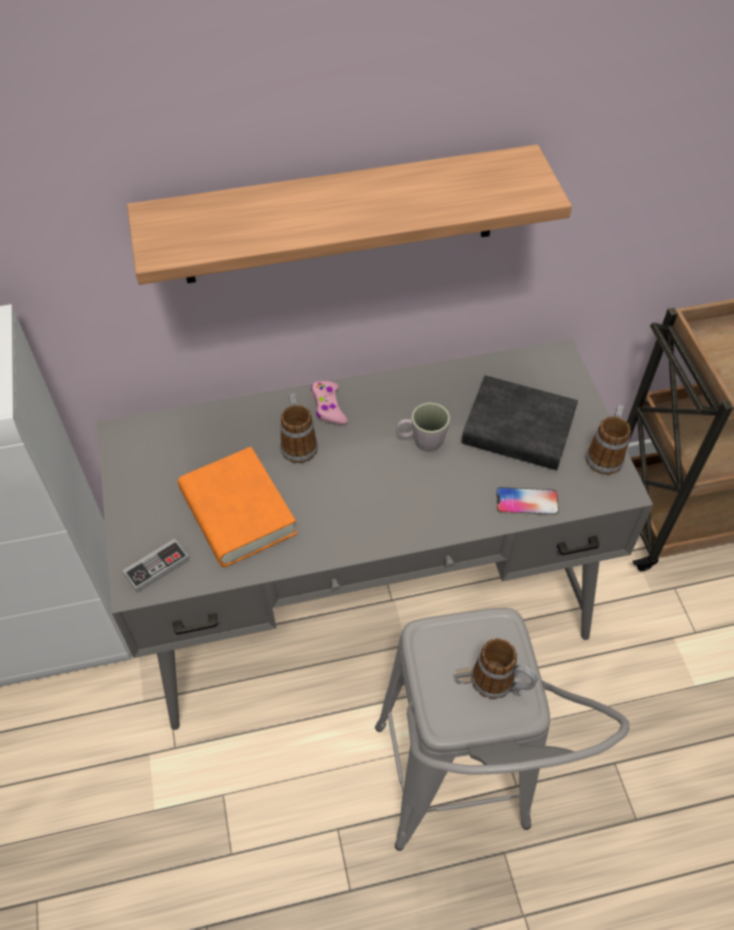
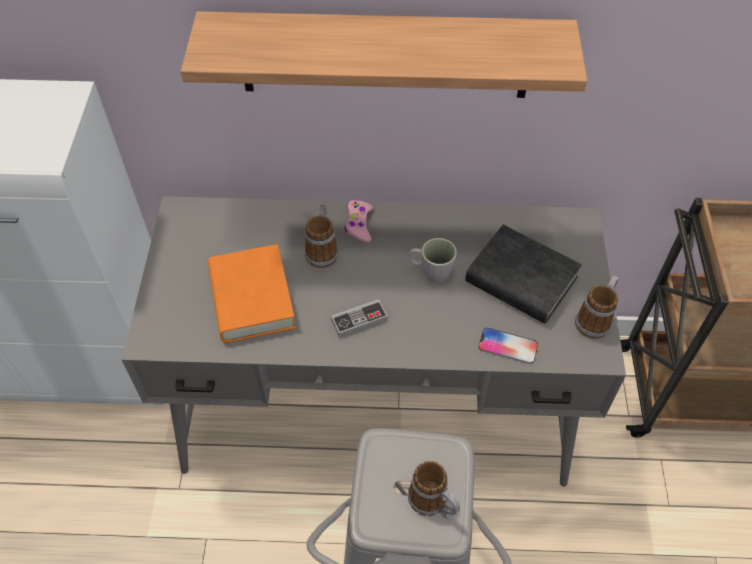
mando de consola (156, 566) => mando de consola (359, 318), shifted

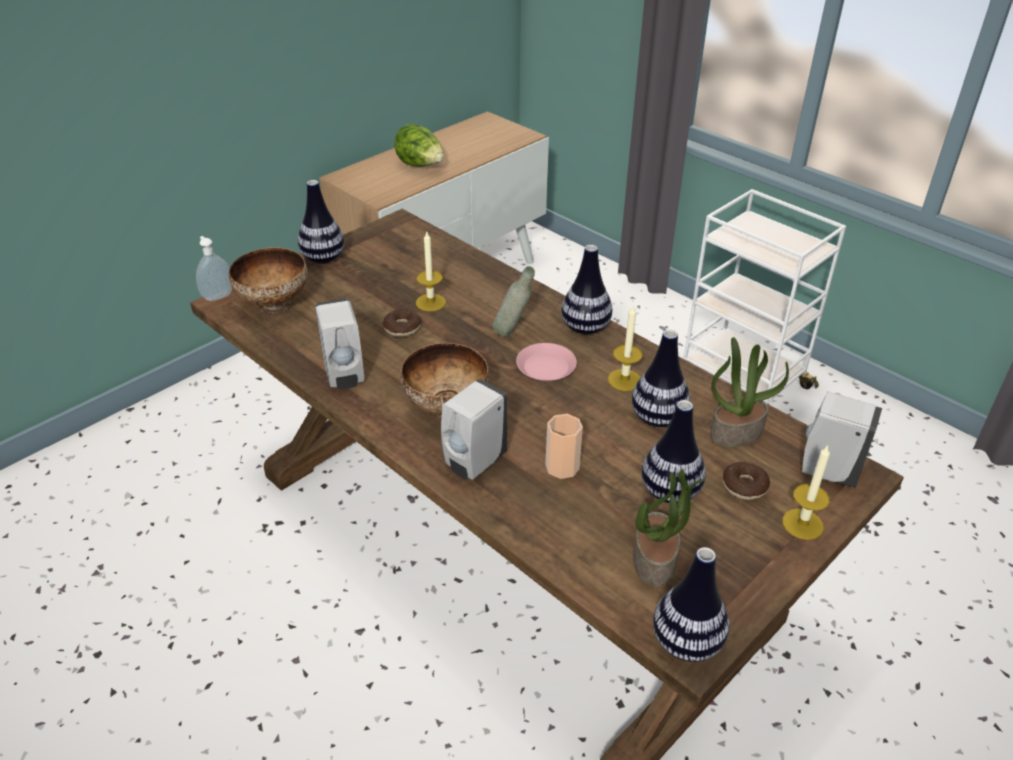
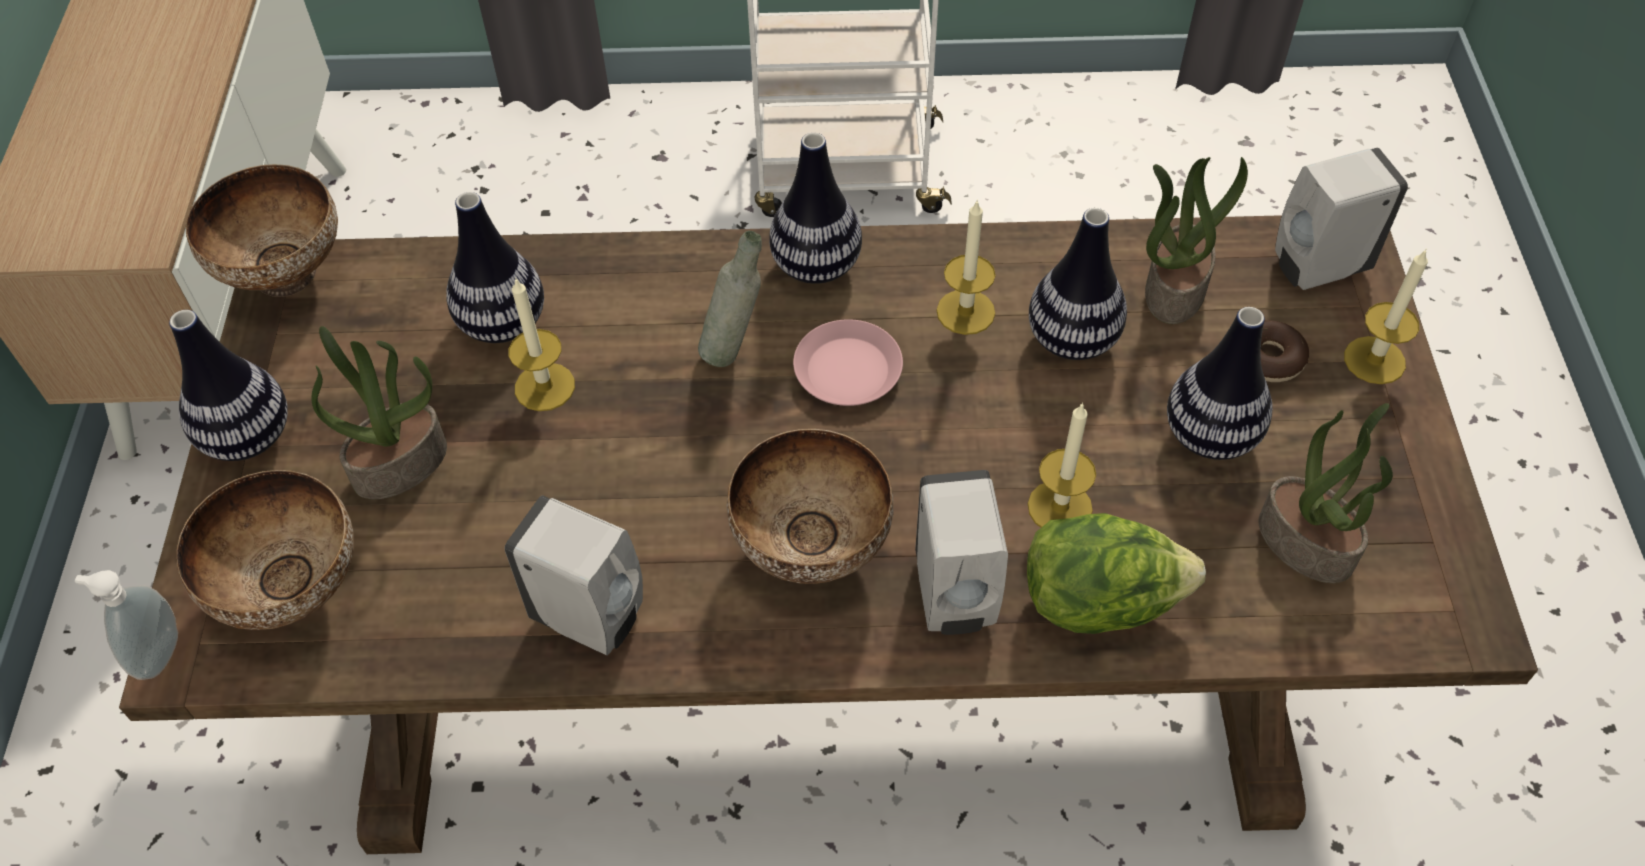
nothing => cuenco (262, 230)
nothing => planta en maceta (379, 412)
florero (691, 604) => florero (495, 267), shifted
lechuga (419, 145) => lechuga (1116, 573), shifted
taza (564, 446) => vela (1062, 465)
rosquilla (402, 323) => nothing

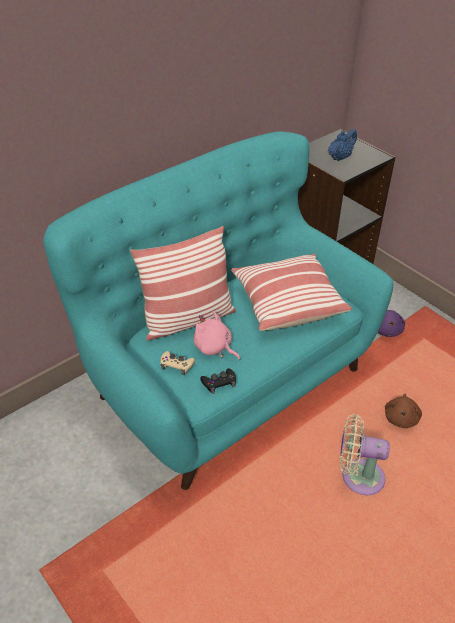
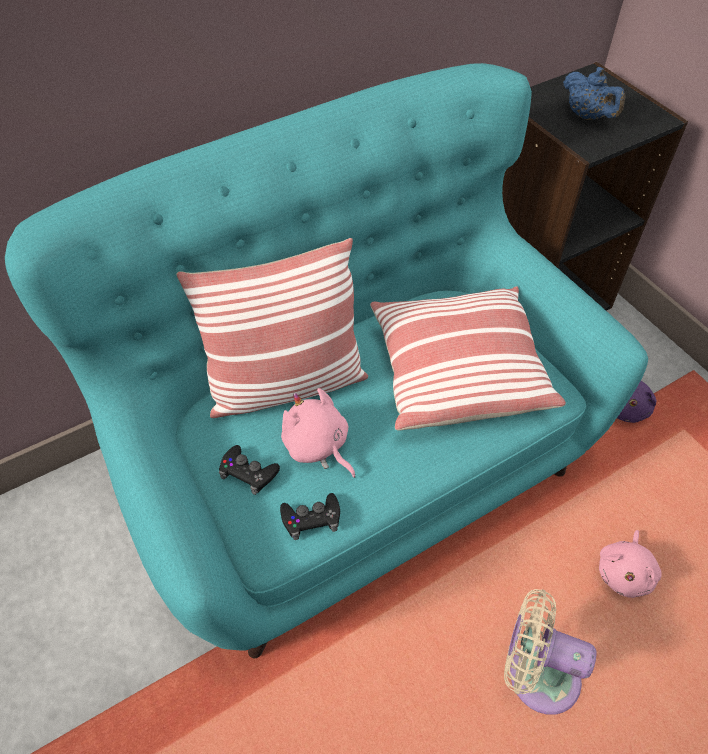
mando de consola/beis (177, 363) => mando de consola/negro (249, 470)
tetera/azul (342, 145) => tetera/azul (594, 93), 90 degrees clockwise
peluche/marrón (403, 411) => peluche/rosa (630, 564)

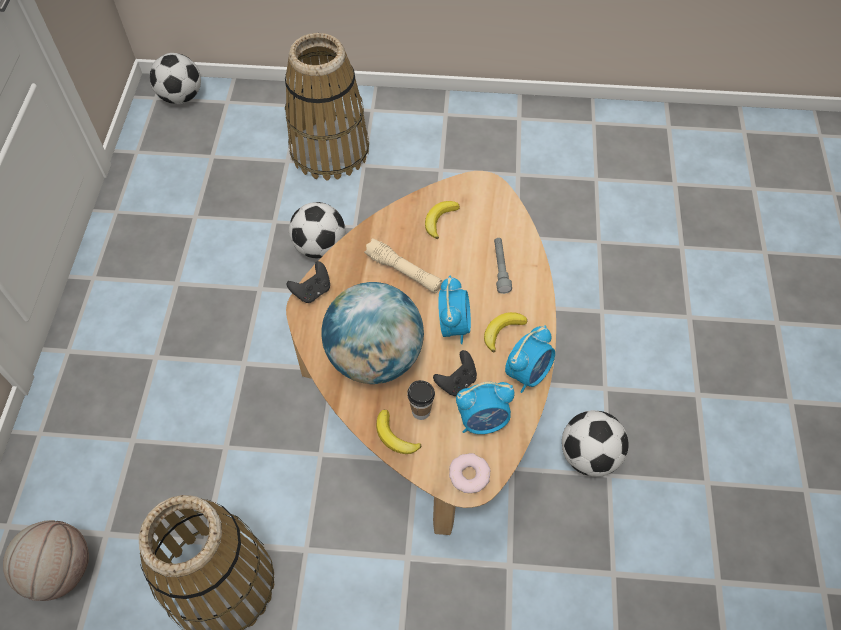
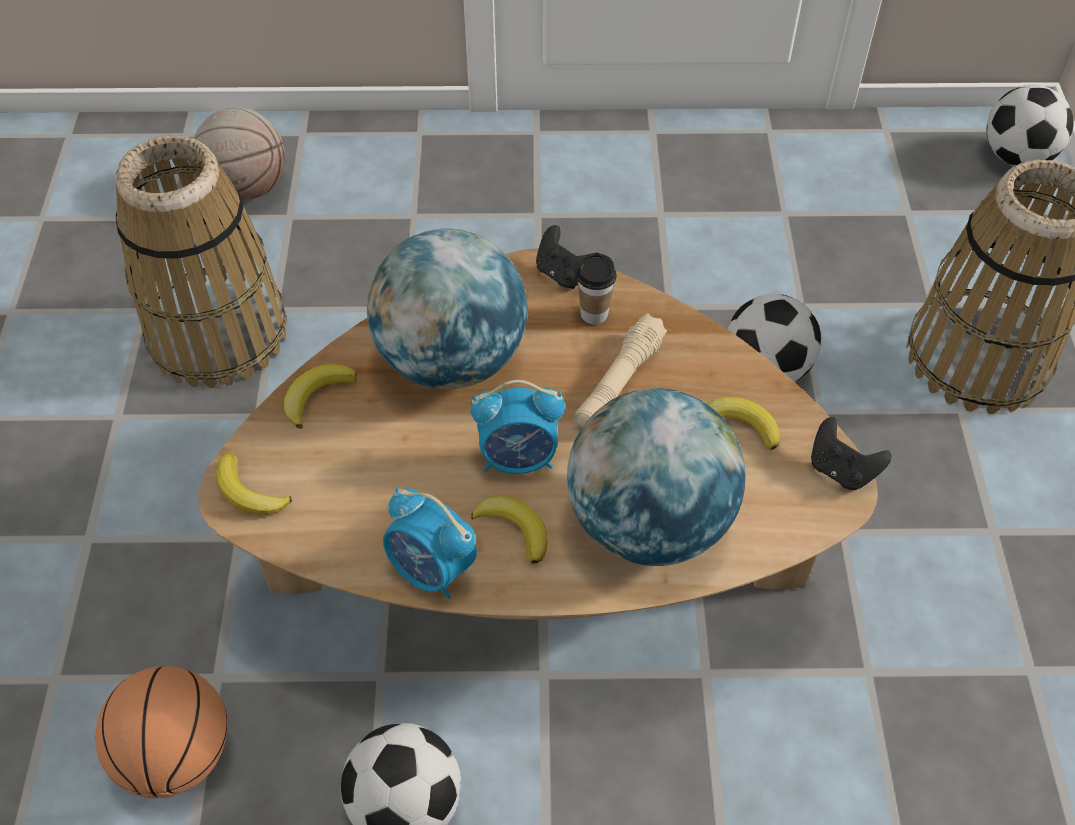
nothing => balón de baloncesto (161, 732)
rosquilla (469, 473) => plátano (254, 484)
linterna/gris (503, 266) => globo terráqueo (656, 477)
taza (421, 400) => taza (596, 288), shifted
mando de consola/negro (455, 373) => mando de consola/negro (851, 453), shifted
despertador (485, 408) => nothing

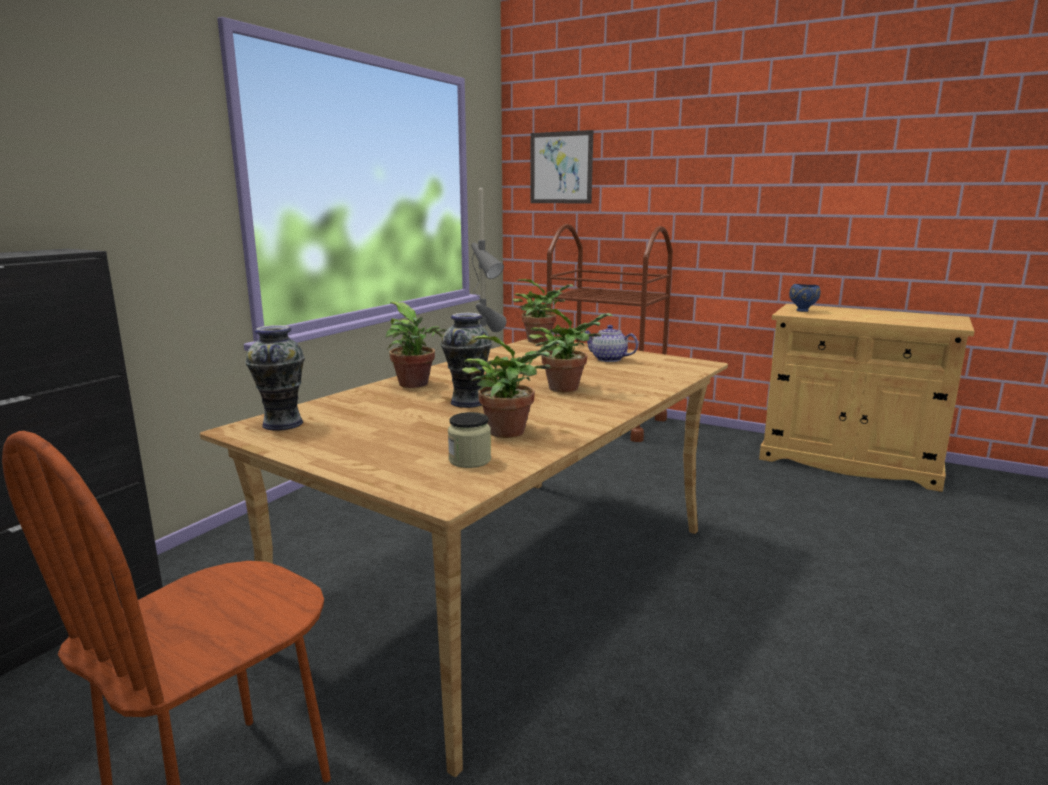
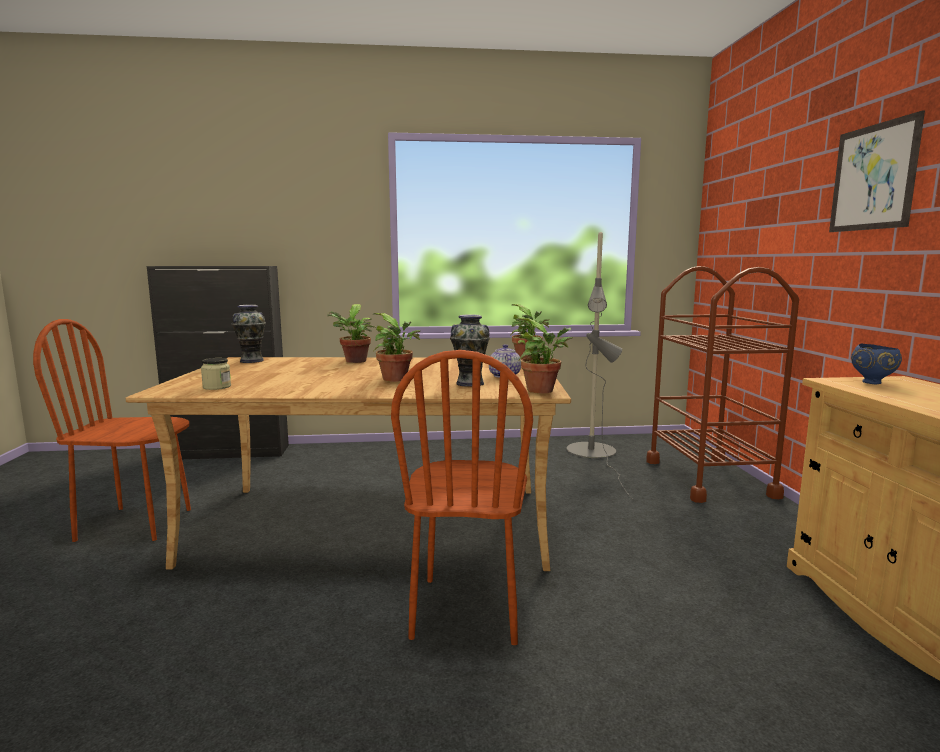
nothing => silla/marrón (462, 497)
florero (466, 360) => florero (470, 350), shifted
planta en maceta (513, 386) => planta en maceta (544, 356), shifted
cuadro (561, 167) => cuadro (877, 171), shifted

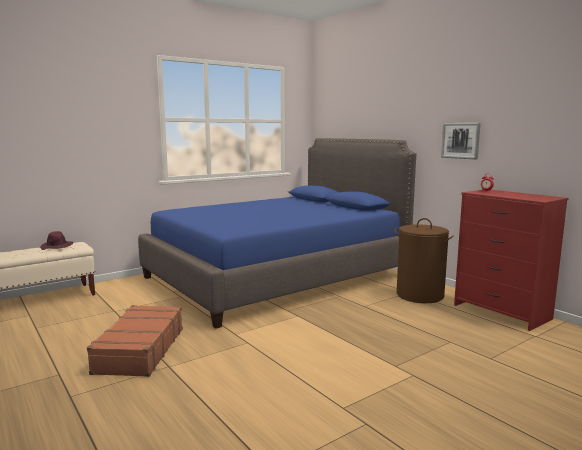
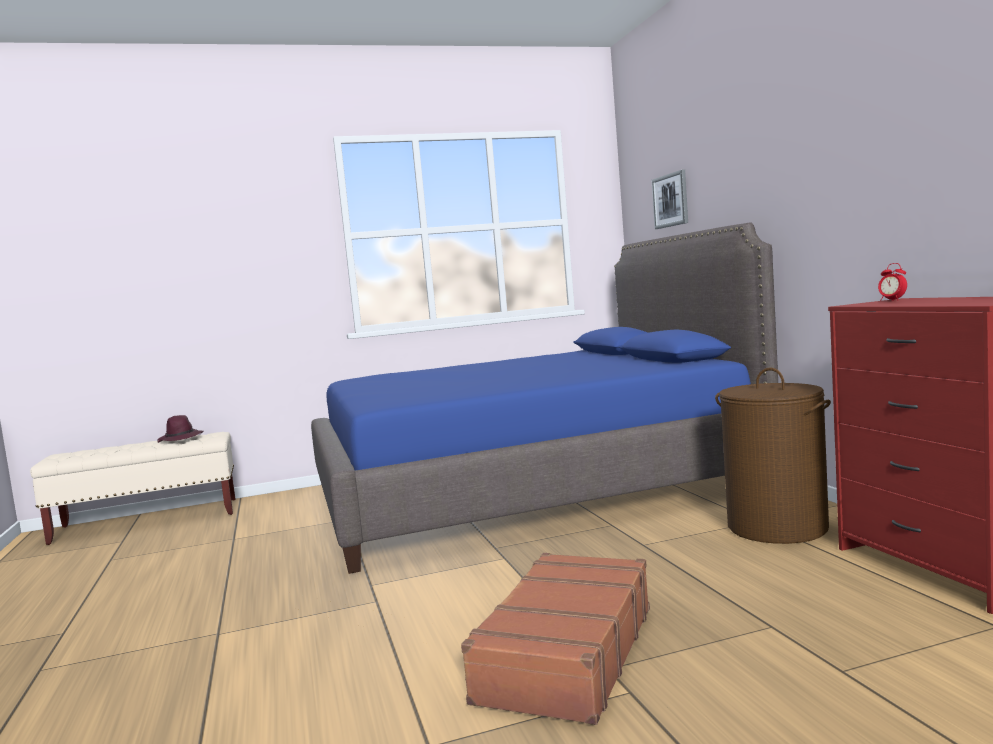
maleta/marrón (135, 341) => maleta/marrón (555, 639), shifted
cuadro (461, 141) => cuadro (670, 199), shifted

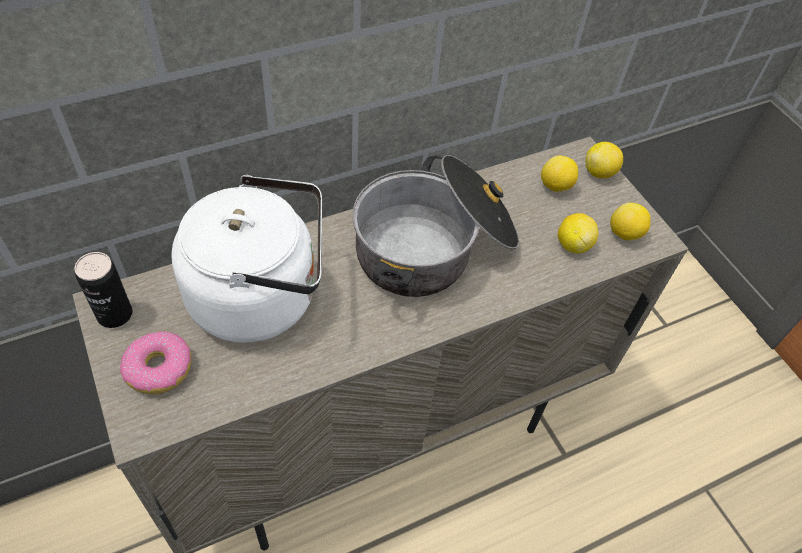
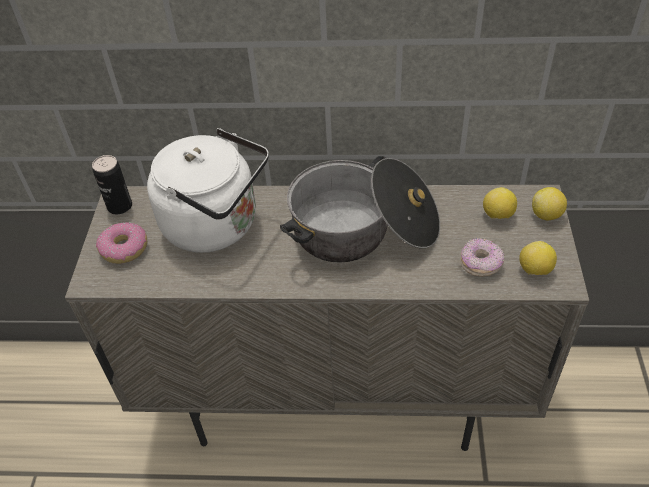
limón (578, 233) => rosquilla (482, 257)

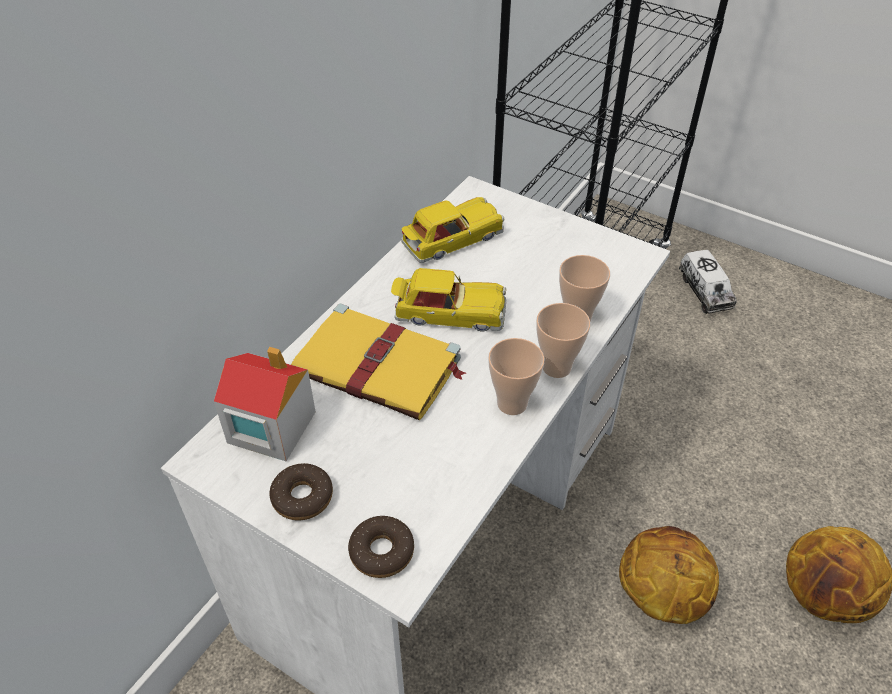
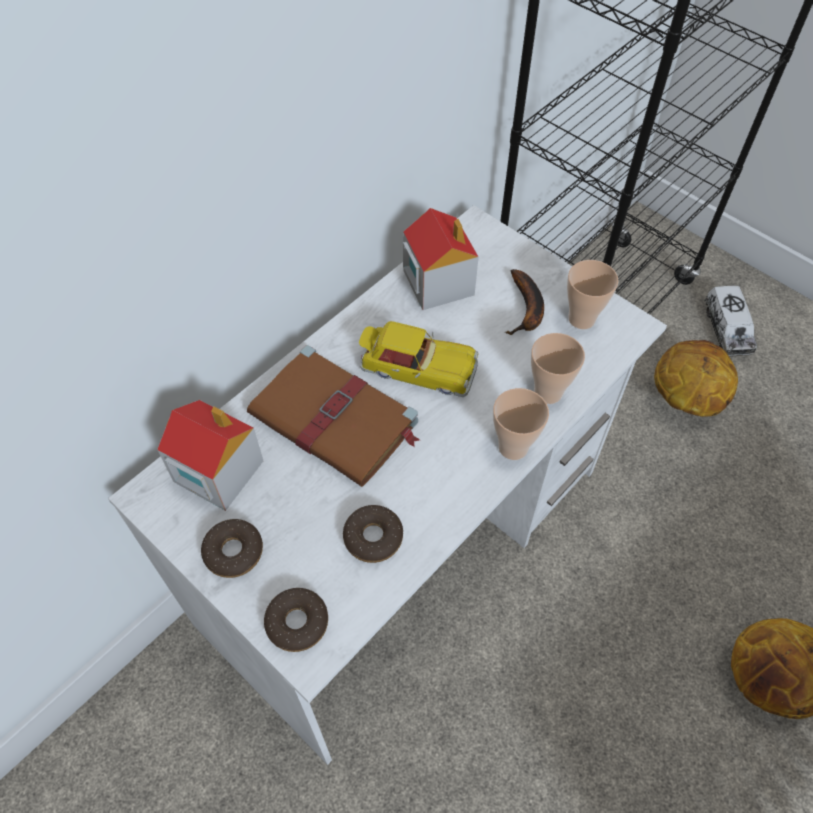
libro/amarillo (378, 362) => libro/marrón (333, 416)
nothing => rosquilla (373, 534)
coche de juguete (452, 230) => casita (441, 259)
nothing => plátano (524, 302)
taza (516, 376) => taza (593, 294), shifted
balón de baloncesto (669, 575) => balón de baloncesto (696, 378), shifted

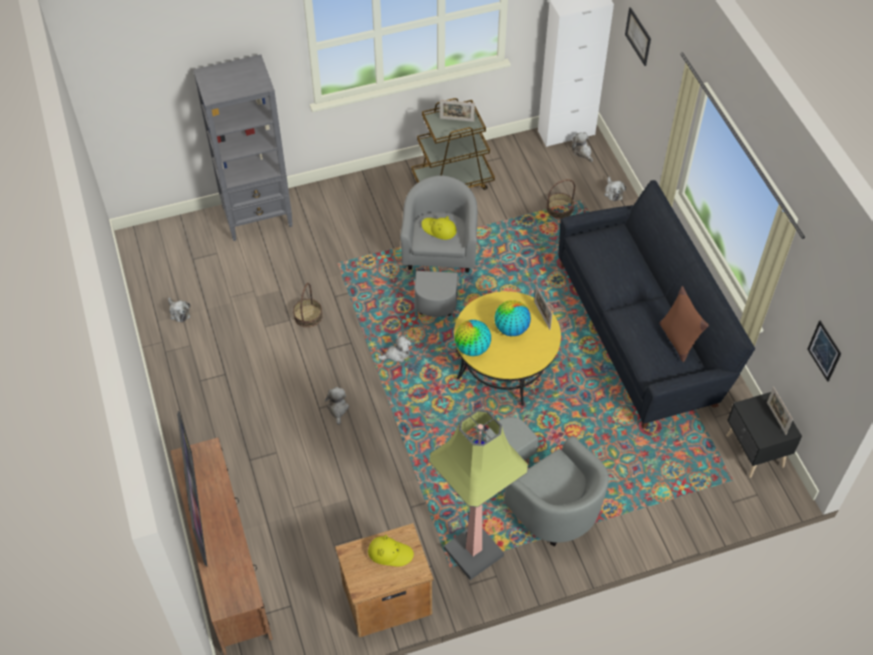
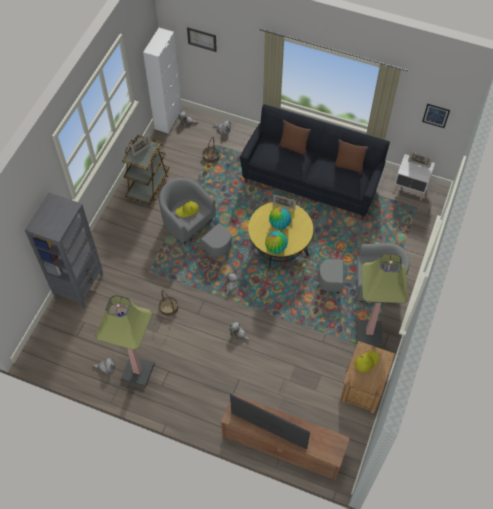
nothing => lámpara de pie (125, 341)
nothing => cojín/marrón (295, 138)
mesita de noche/negro (764, 435) => mesita de noche/blanco (414, 177)

